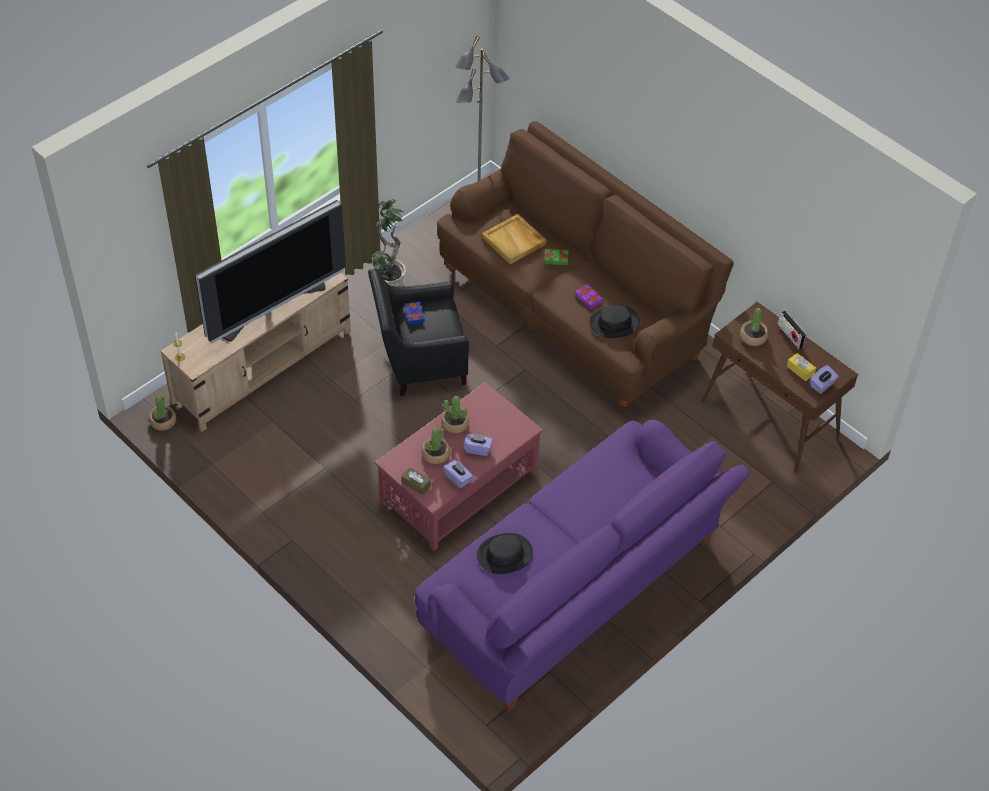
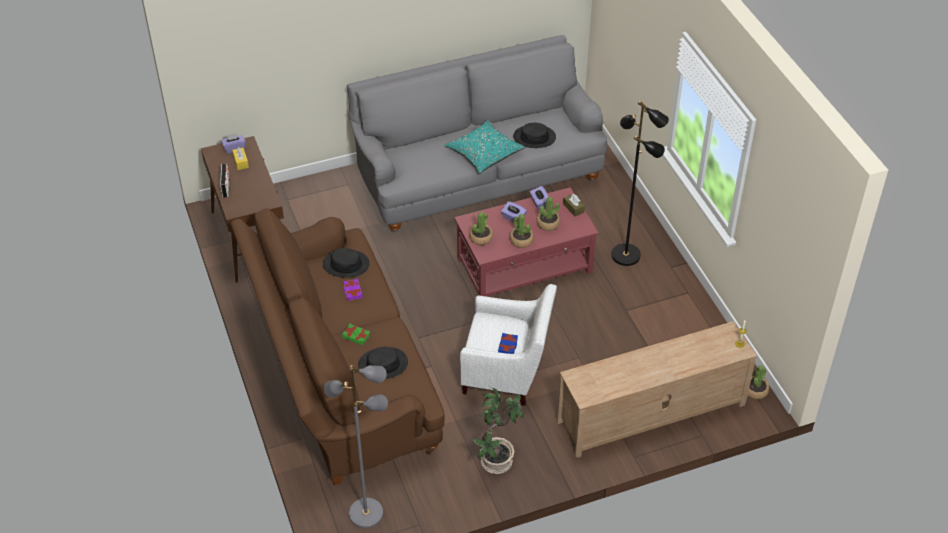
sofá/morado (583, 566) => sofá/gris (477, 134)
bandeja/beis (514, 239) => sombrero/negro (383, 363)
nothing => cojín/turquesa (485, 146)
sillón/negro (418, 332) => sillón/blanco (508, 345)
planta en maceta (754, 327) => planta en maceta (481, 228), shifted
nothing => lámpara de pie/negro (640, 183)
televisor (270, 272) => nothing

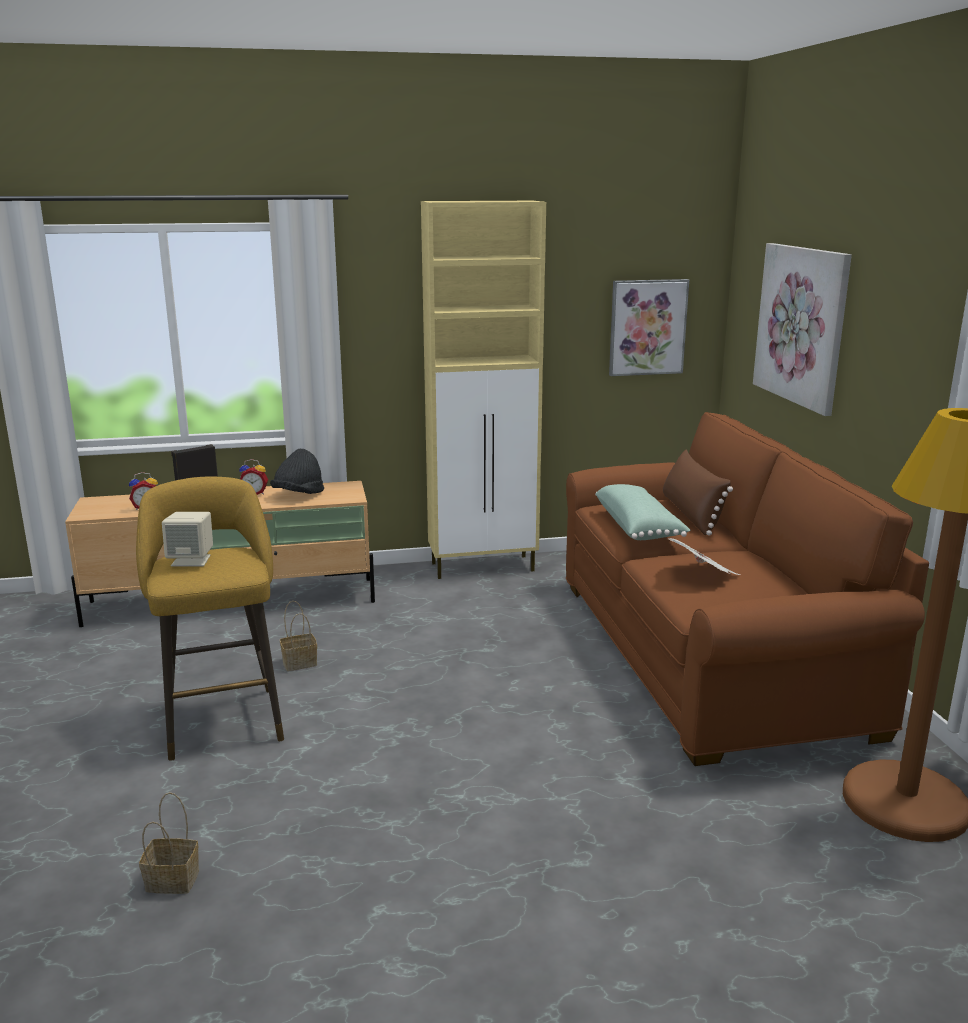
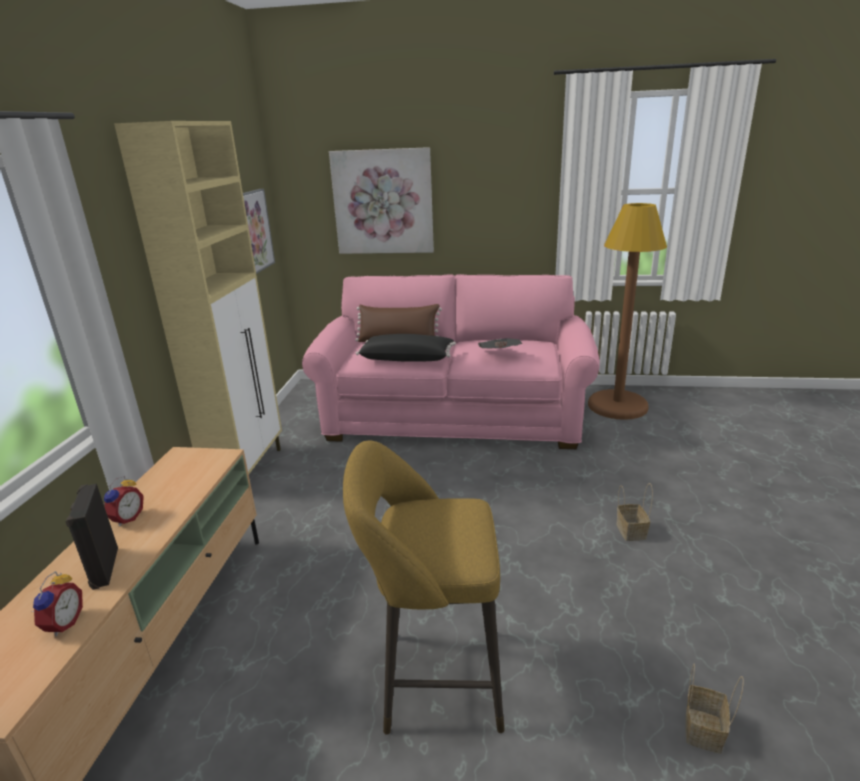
sofá/marrón (747, 589) => sofá/rosa (451, 361)
cojín/verde (643, 512) => cojín/negro (406, 348)
cesta (298, 636) => cesta (634, 512), shifted
altavoz/beis (187, 539) => nothing
sombrero/negro (297, 471) => nothing

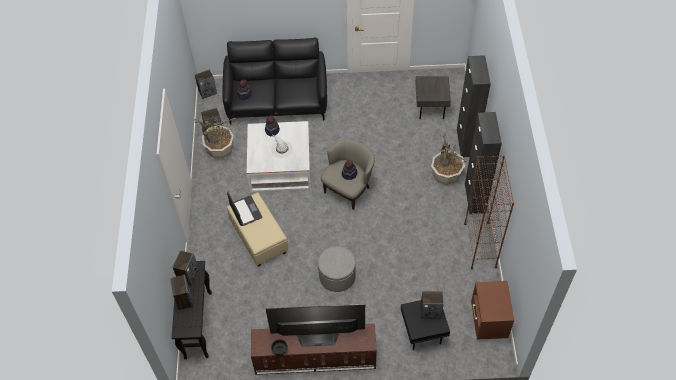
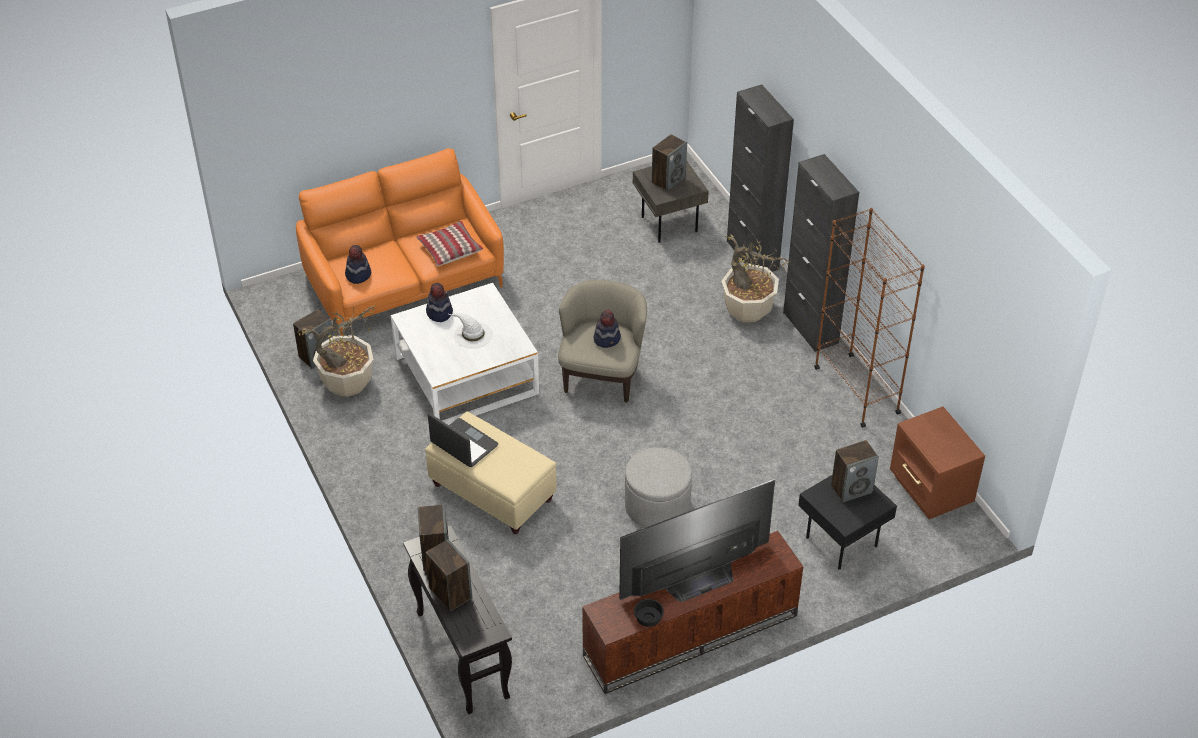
sofá/negro (274, 81) => sofá/naranja (400, 242)
nothing => cojín (449, 243)
altavoz (206, 84) => altavoz (669, 163), shifted

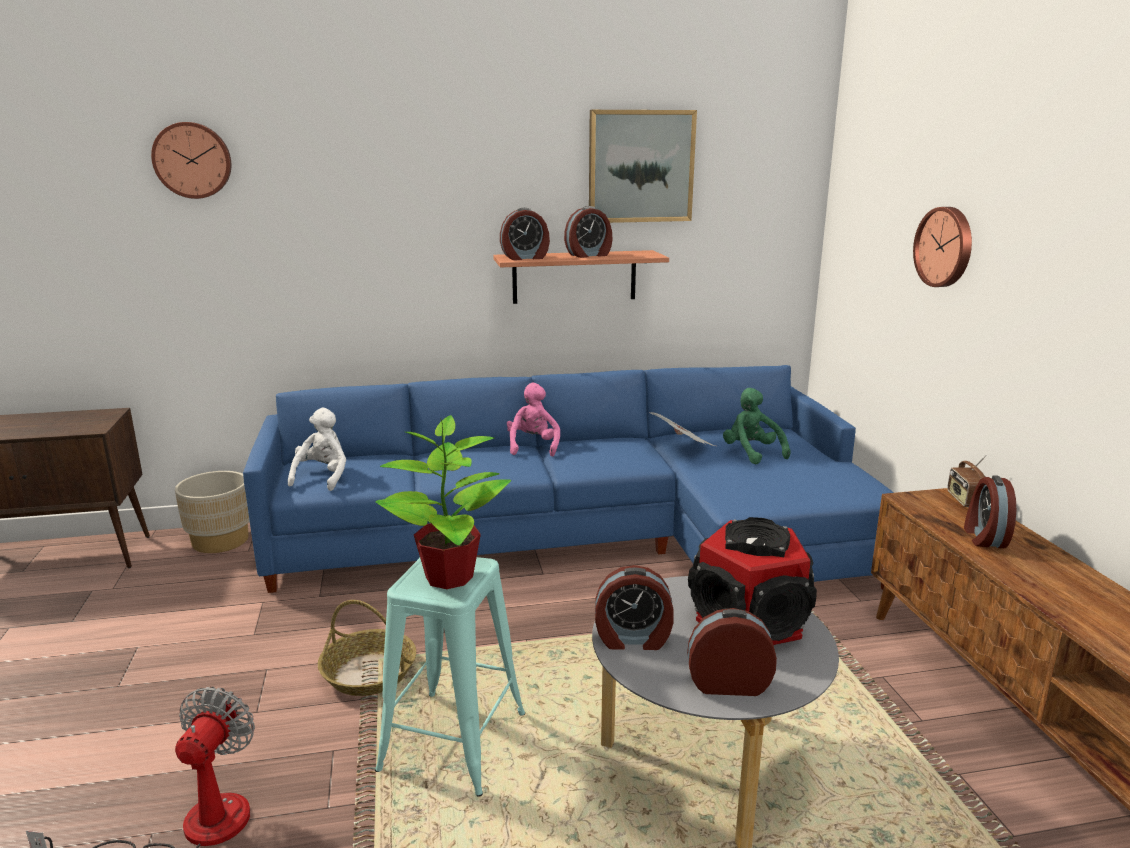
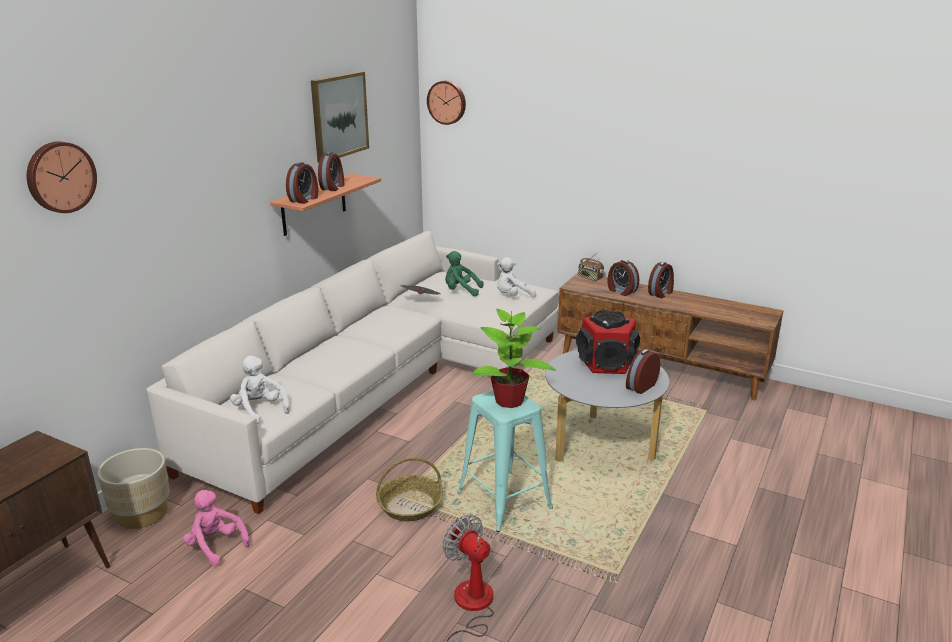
sofá/azul (568, 479) => sofá/blanco (352, 372)
peluche/rosa (533, 419) => peluche/rosa (216, 528), shifted
reloj de pared (942, 247) => reloj de pared (446, 103), shifted
nothing => peluche/blanco (516, 277)
despertador (634, 607) => despertador (661, 280), shifted

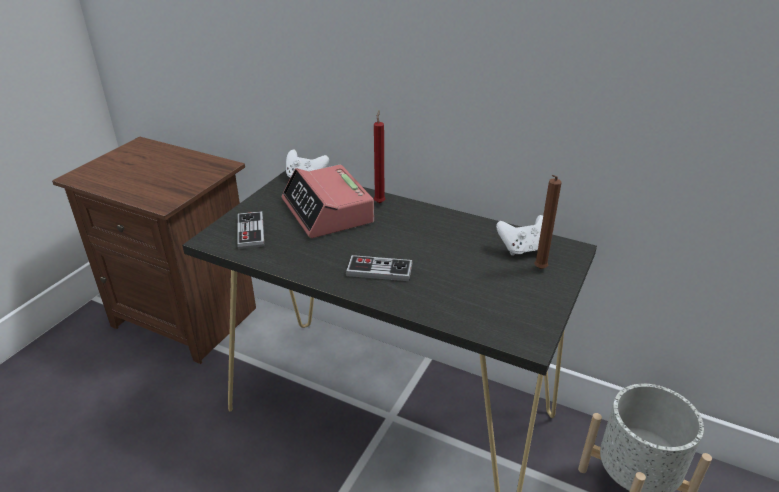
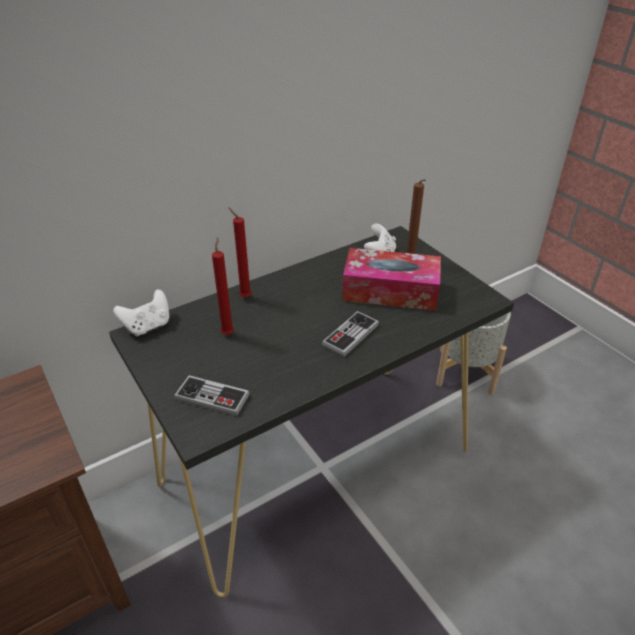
despertador (328, 201) => vela/rojo (223, 286)
nothing => caja de pañuelos (391, 279)

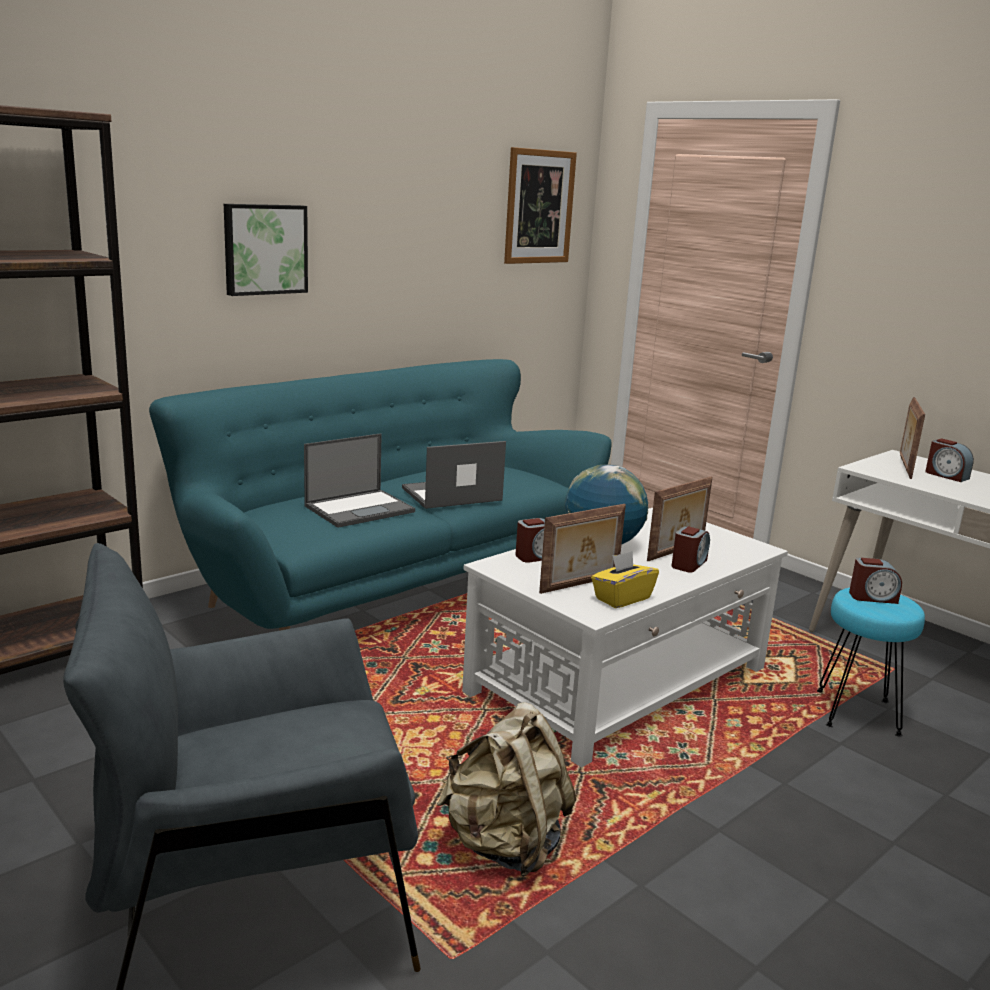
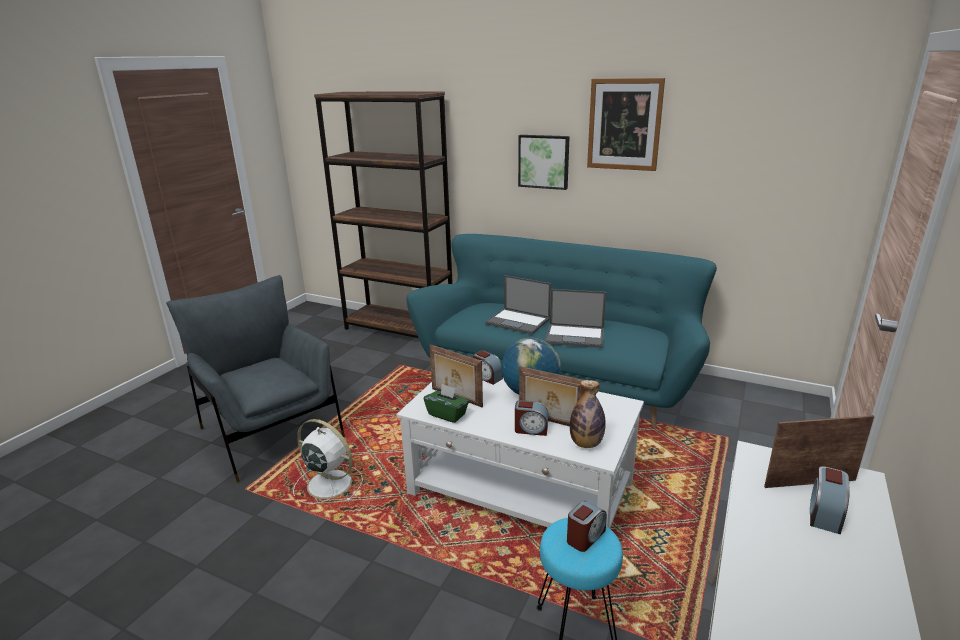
mochila/beis (506, 789) => ventilador/blanco (328, 461)
caja de pañuelos/amarillo (625, 579) => caja de pañuelos/verde (446, 403)
portátil (454, 475) => portátil (575, 318), 150 degrees clockwise
despertador (875, 580) => despertador (587, 526), 120 degrees counterclockwise
nothing => botella (588, 414)
cuadro (540, 205) => cuadro (626, 124), shifted

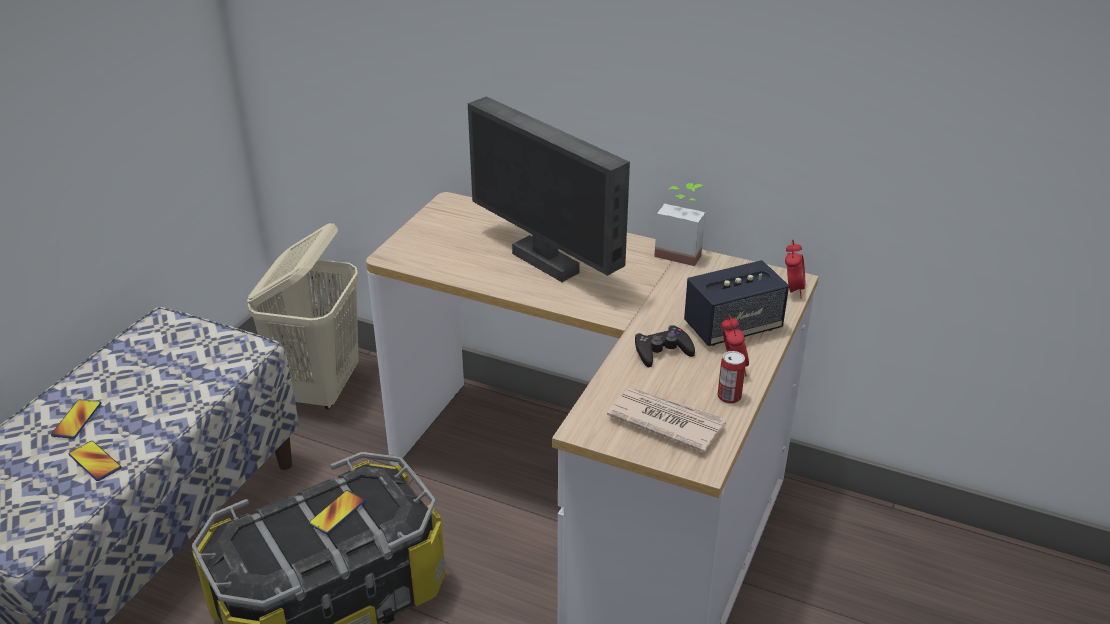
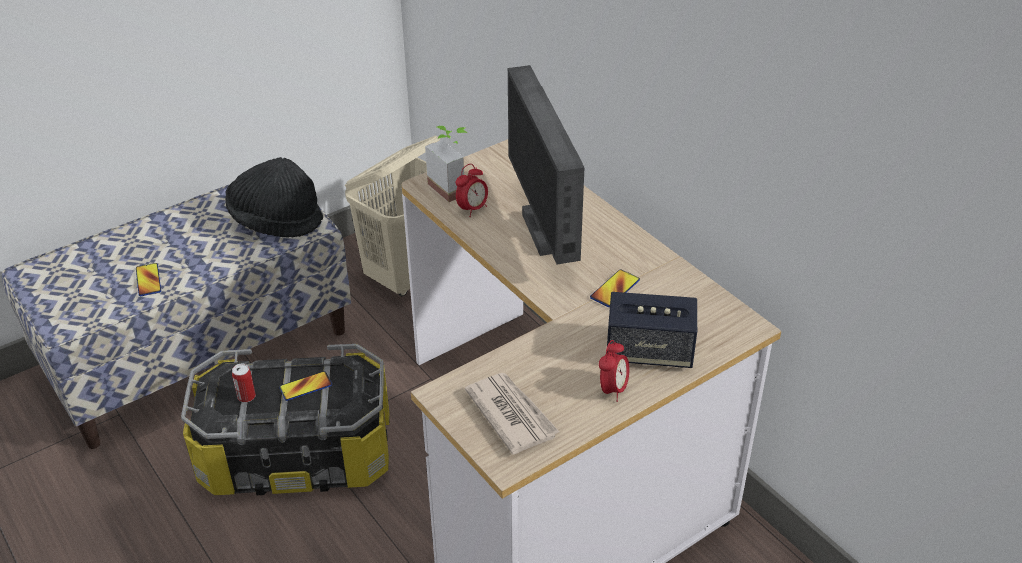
nothing => sombrero/negro (274, 197)
lata (732, 377) => lata (244, 383), shifted
planta en maceta (679, 224) => planta en maceta (446, 164), shifted
despertador (795, 268) => despertador (472, 190), shifted
móvil (76, 419) => móvil (615, 288), shifted
mando de consola/negro (665, 346) => nothing

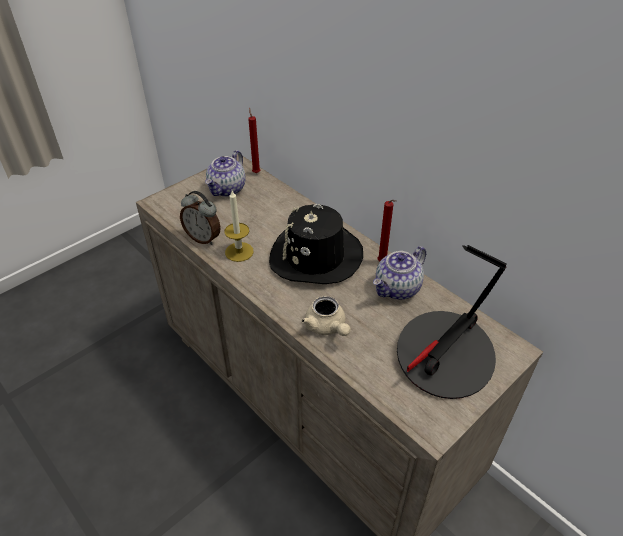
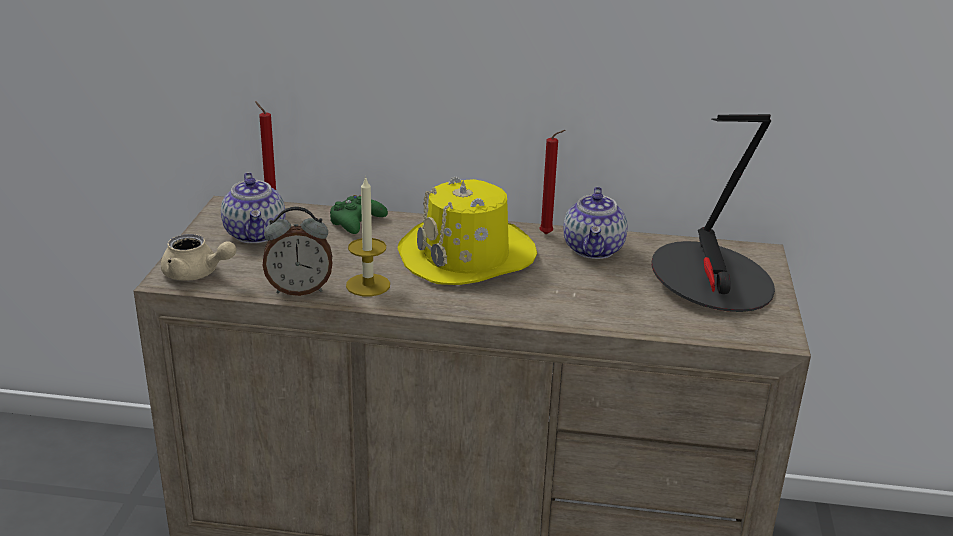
tetera/beis (326, 316) => tetera/beis (198, 257), shifted
nothing => mando de consola/verde (359, 214)
sombrero/negro (316, 244) => sombrero/amarillo (467, 231)

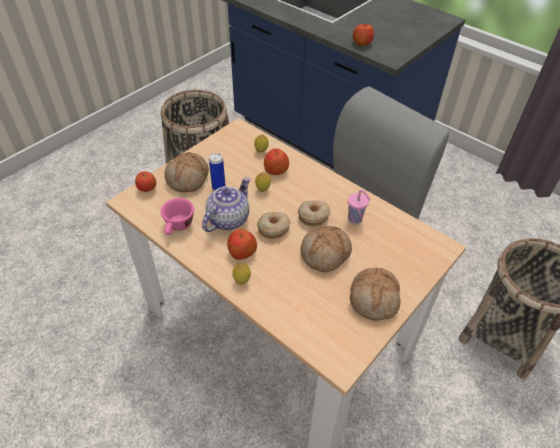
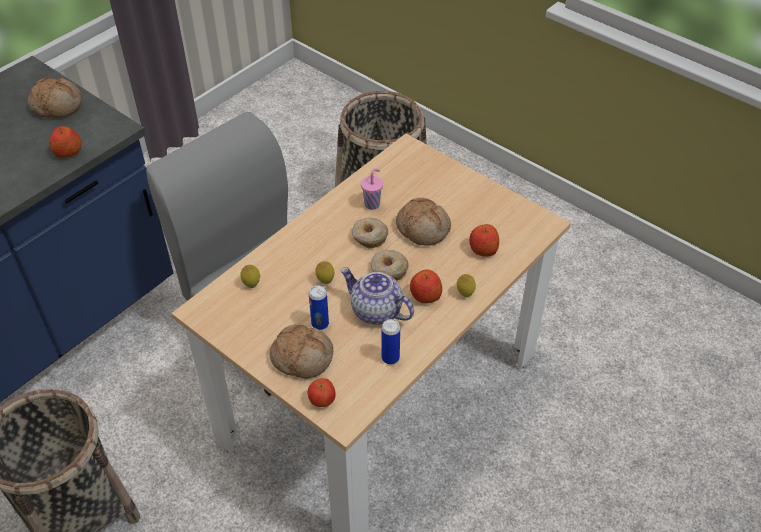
pan (375, 294) => pan (55, 97), shifted
taza/rosa (177, 216) => lata (391, 342)
manzana (276, 161) => manzana (484, 240), shifted

